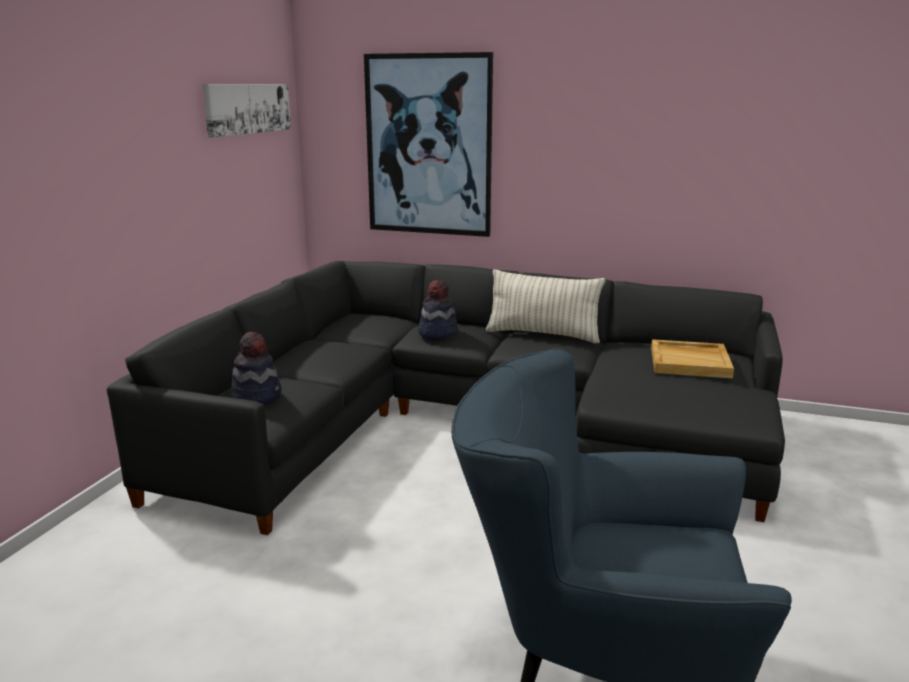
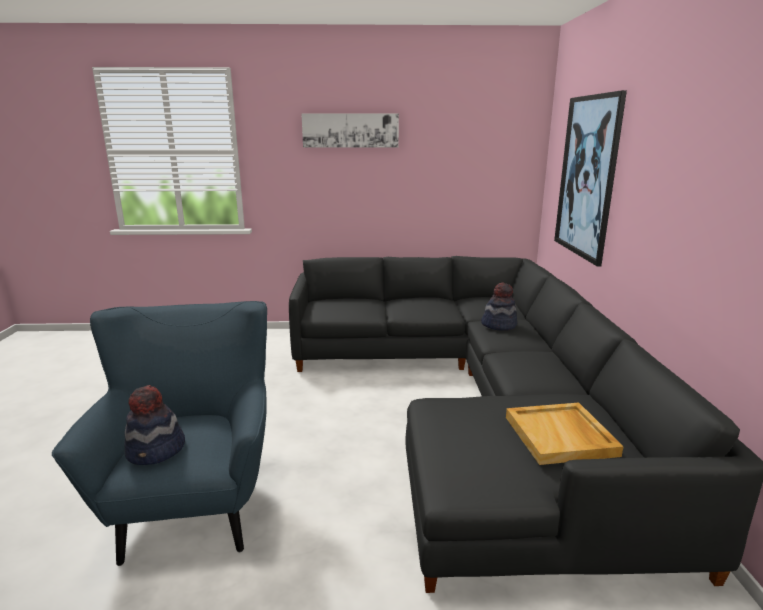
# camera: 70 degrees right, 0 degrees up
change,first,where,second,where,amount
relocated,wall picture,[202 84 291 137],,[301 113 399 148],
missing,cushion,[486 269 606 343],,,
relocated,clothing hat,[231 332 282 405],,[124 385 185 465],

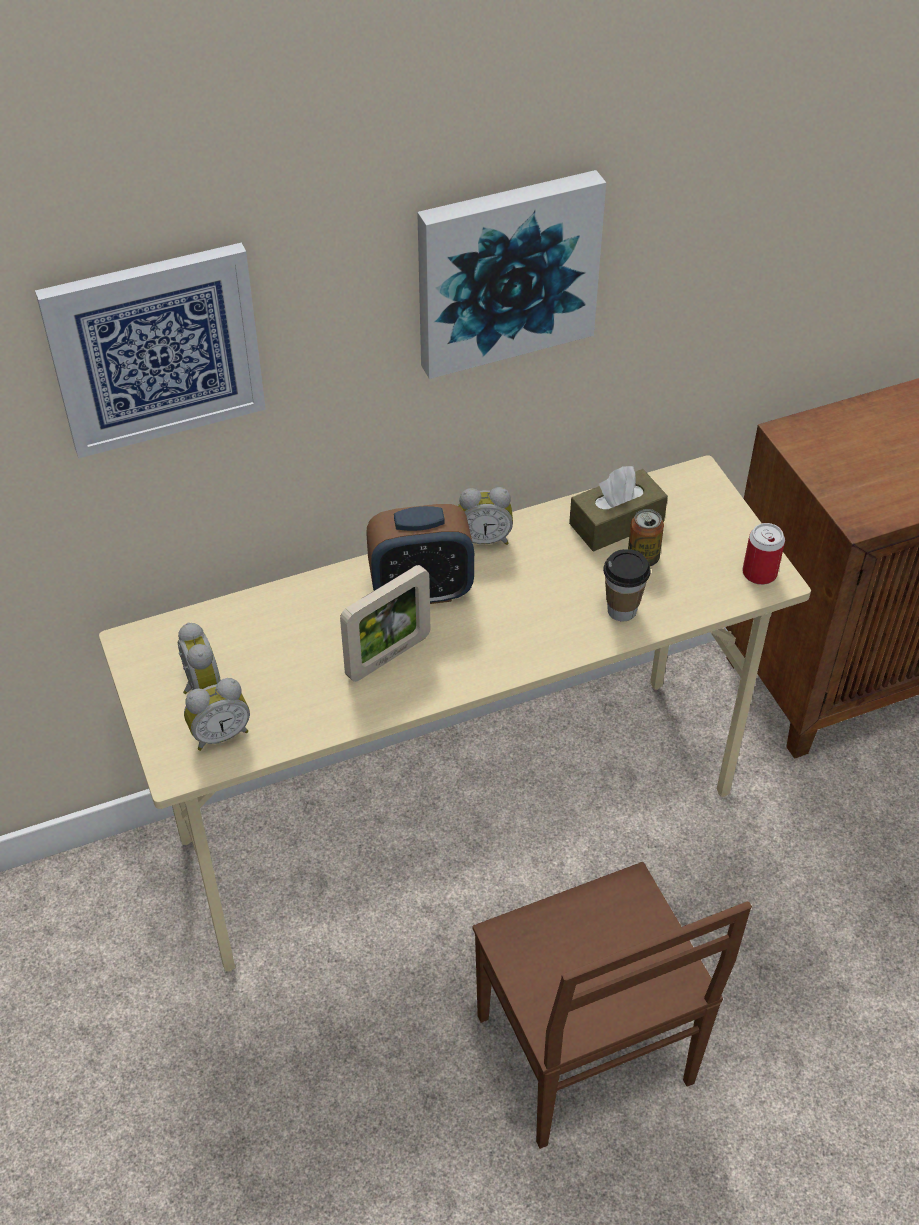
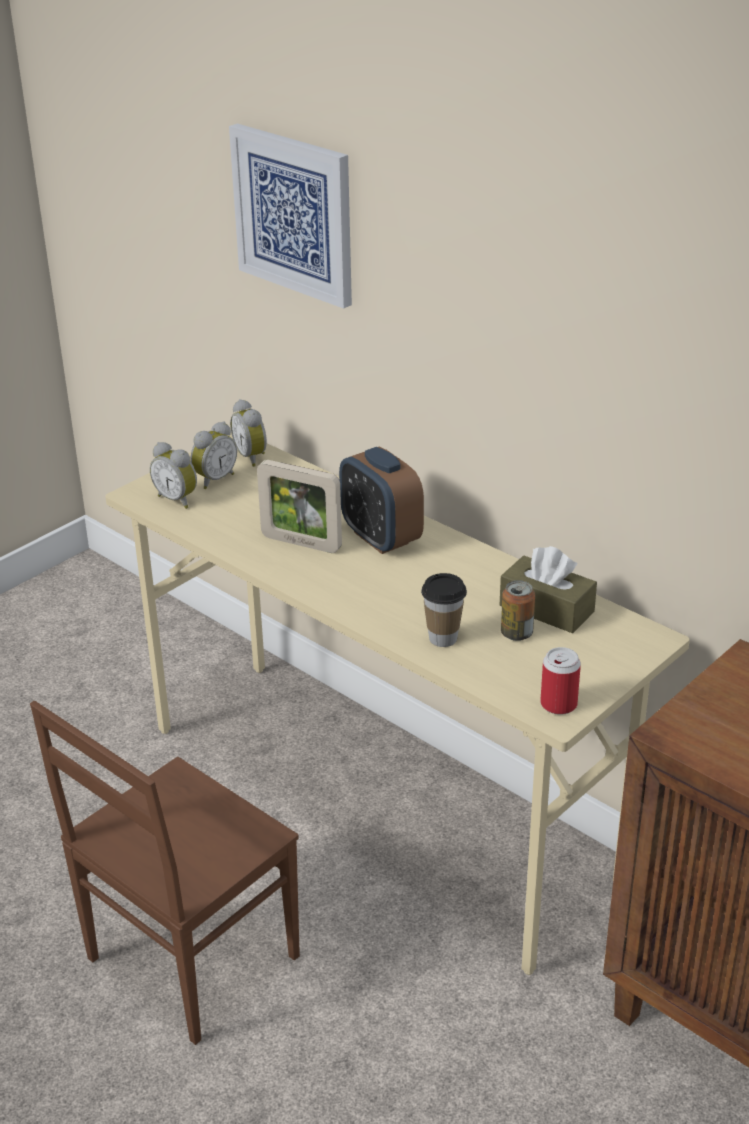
# camera: 65 degrees right, 15 degrees down
change,first,where,second,where,amount
missing,wall picture,[417 170 606 379],,,
relocated,table clock,[458 487 513 545],,[230 399 267 467],

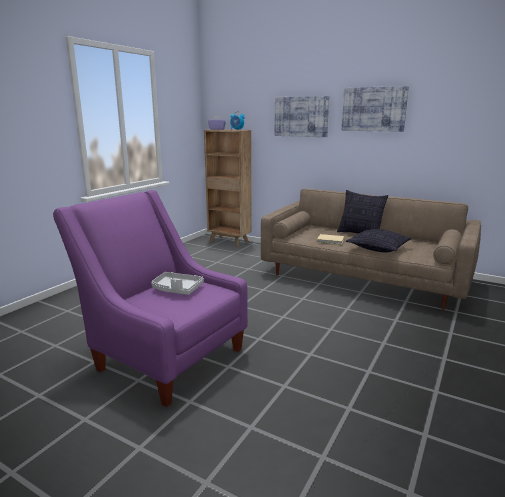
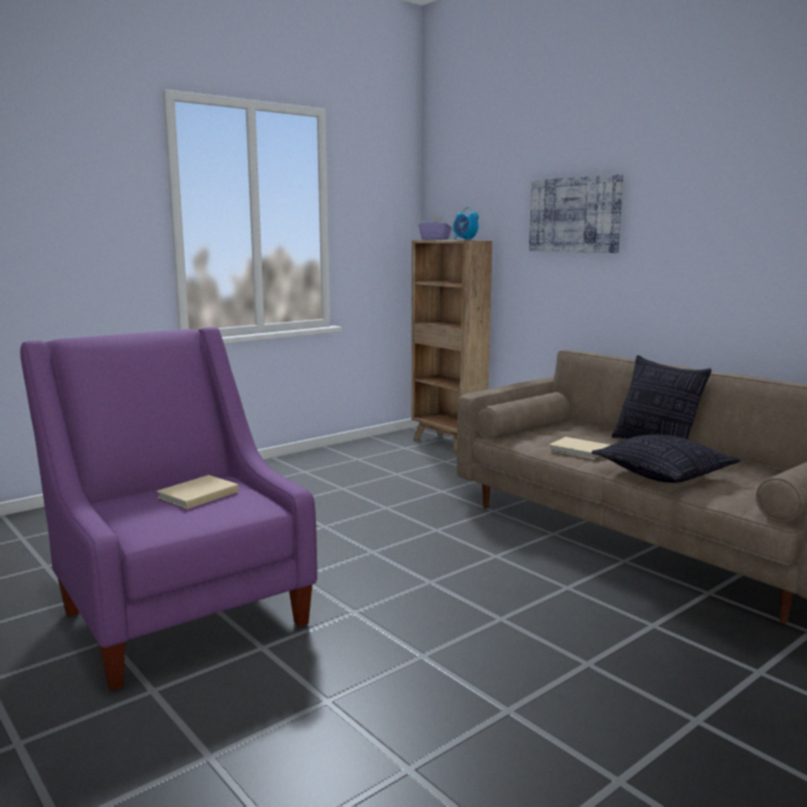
# camera: 20 degrees right, 5 degrees down
change,first,where,second,where,amount
missing,wall picture,[342 86 409 132],,,
exchanged,grey tray,[151 272 204 295],sand-coloured volume,[157 475 239 509],

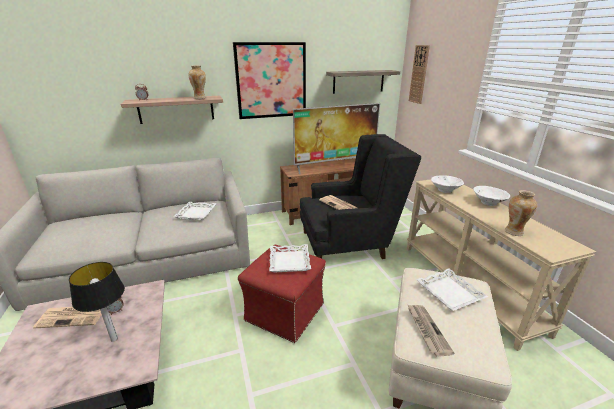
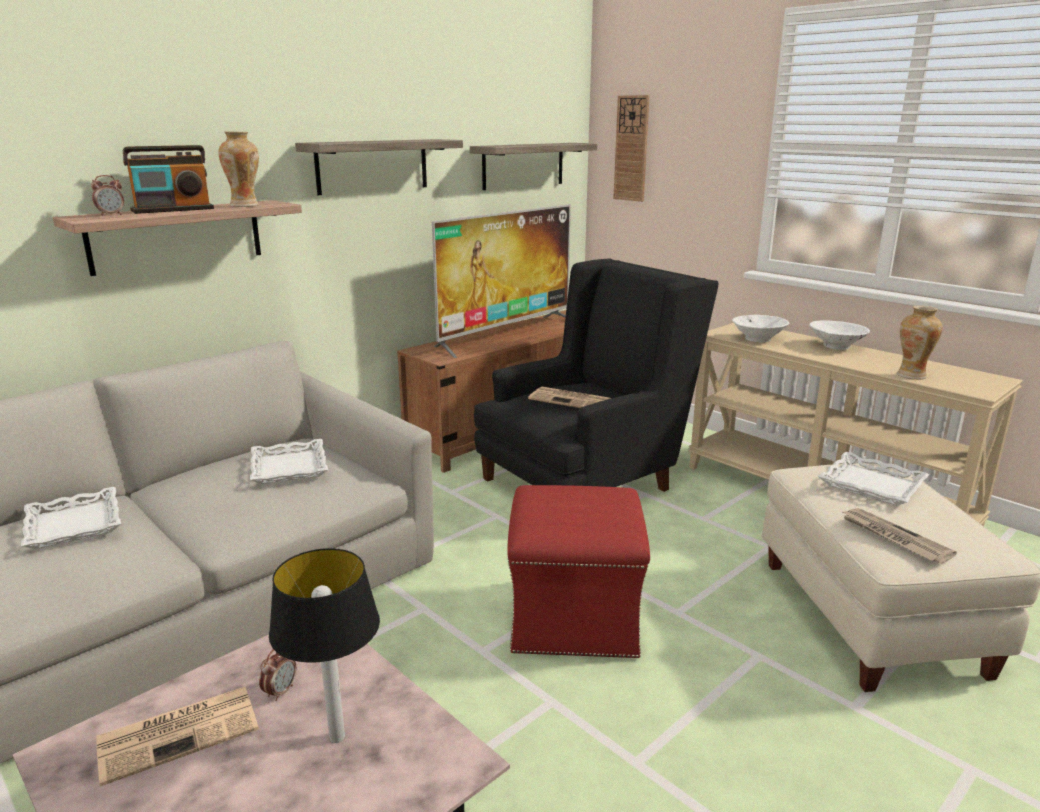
# camera: 25 degrees left, 5 degrees down
change,first,where,second,where,amount
exchanged,wall picture,[233 42 306 119],shelf,[295 139 463 195],
relocated,white tray,[269 244 311 272],,[21 487 121 549],
appeared,,,radio set,[123 145 214 214],

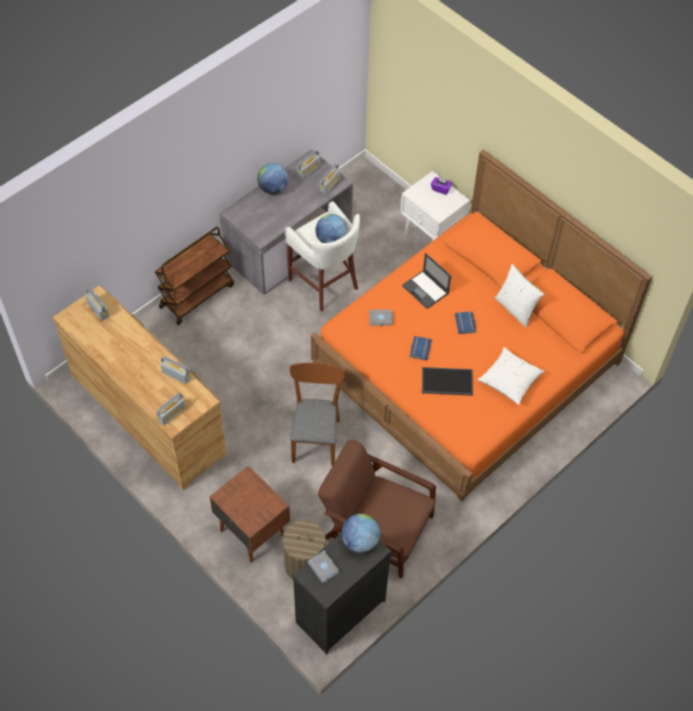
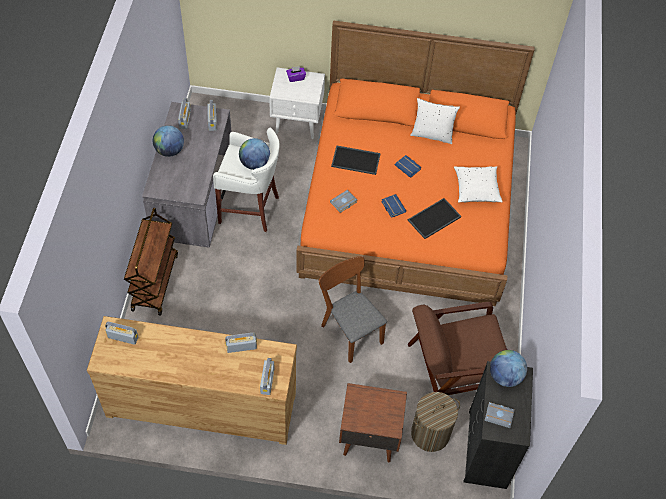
# camera: 40 degrees left, 0 degrees up
change,first,where,second,where,amount
exchanged,laptop,[402 253 451 309],tray,[331 145 381 175],

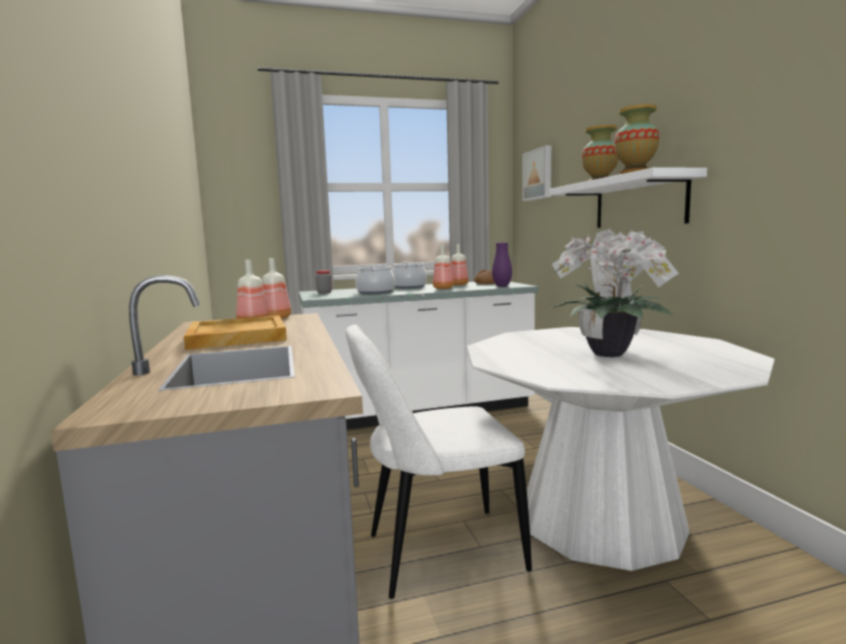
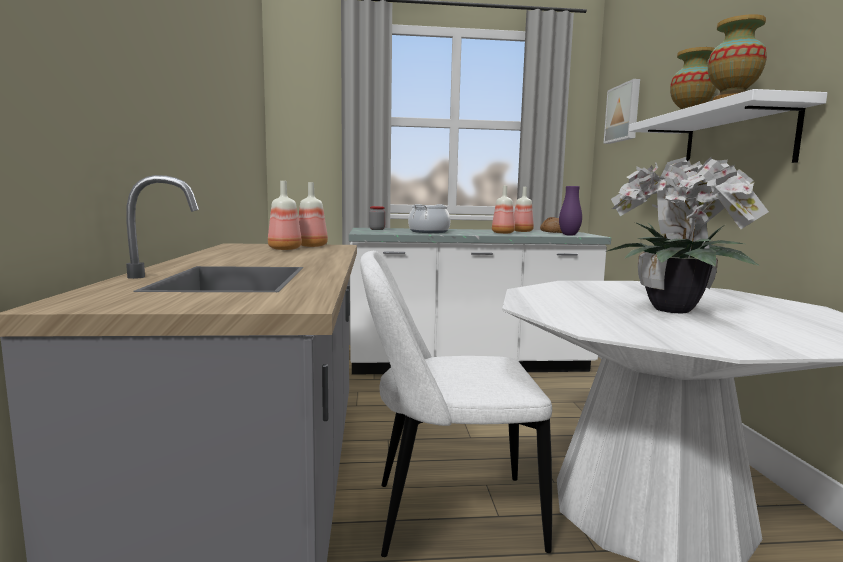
# camera: 10 degrees right, 0 degrees up
change,first,where,second,where,amount
missing,stockpot,[392 262 427 288],,,
missing,sand-coloured tray,[184 315 287 350],,,

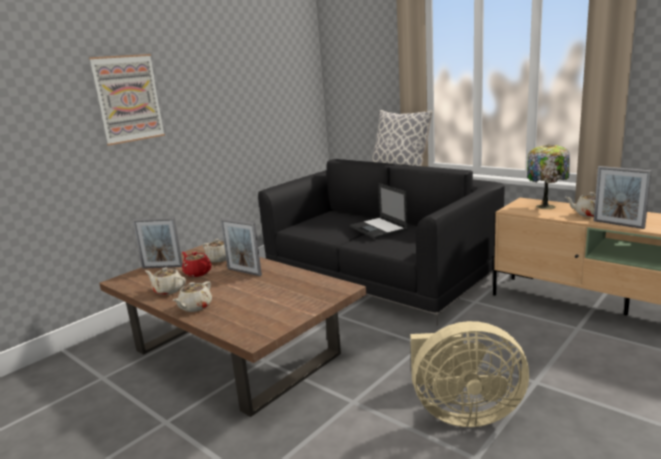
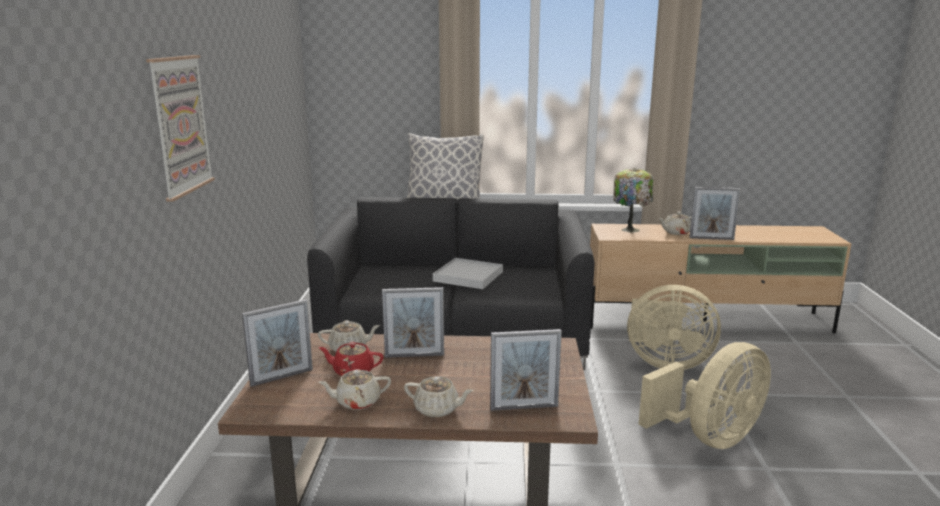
# camera: 40 degrees left, 0 degrees up
change,first,where,second,where,amount
exchanged,laptop,[350 183 408 239],white tray,[433 258 503 289],
spun,sand-coloured pot for tea,[173 281 212 312],,[404 376 474 418],60 degrees counterclockwise
appeared,,,sand-coloured fan,[627 285 721 370],
appeared,,,standing frame,[490 329 562 411],

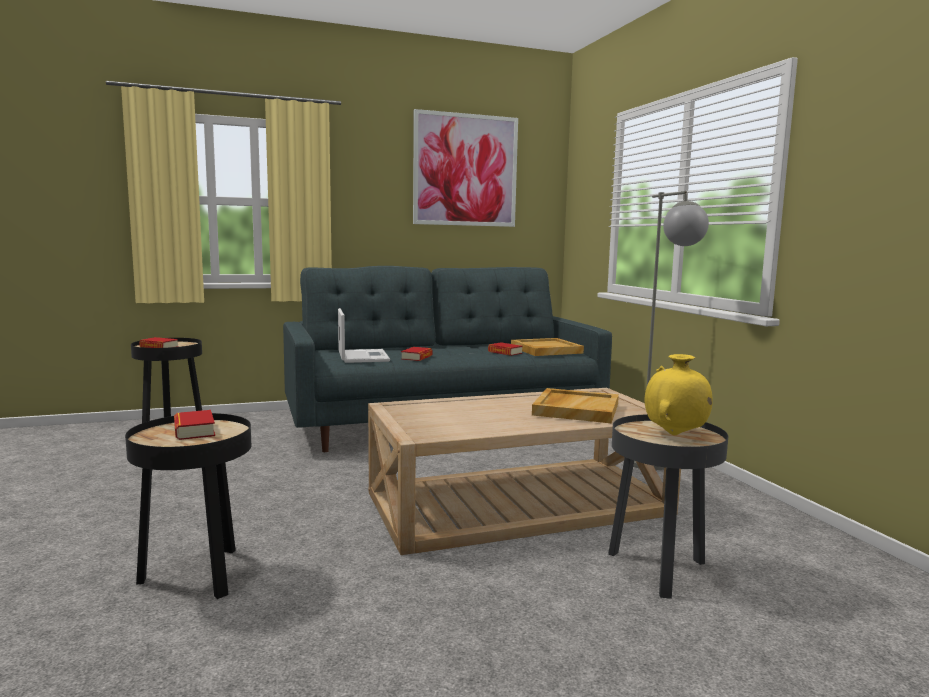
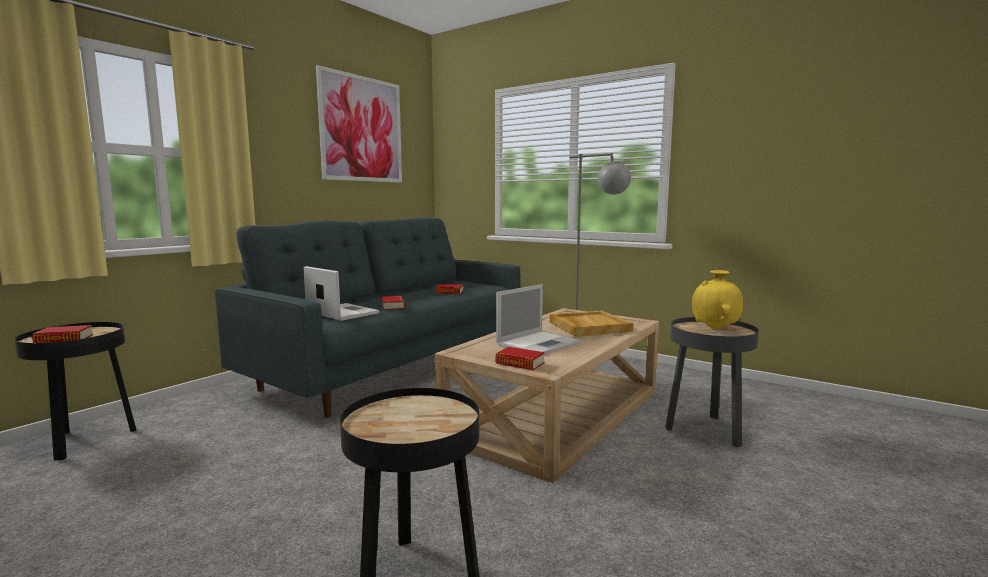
# camera: 35 degrees left, 0 degrees up
change,first,where,second,where,amount
missing,sand-coloured tray,[511 338 584 356],,,
relocated,volume,[174 410 215 440],,[495 347 545 370],
appeared,,,laptop,[496 284 581 354],

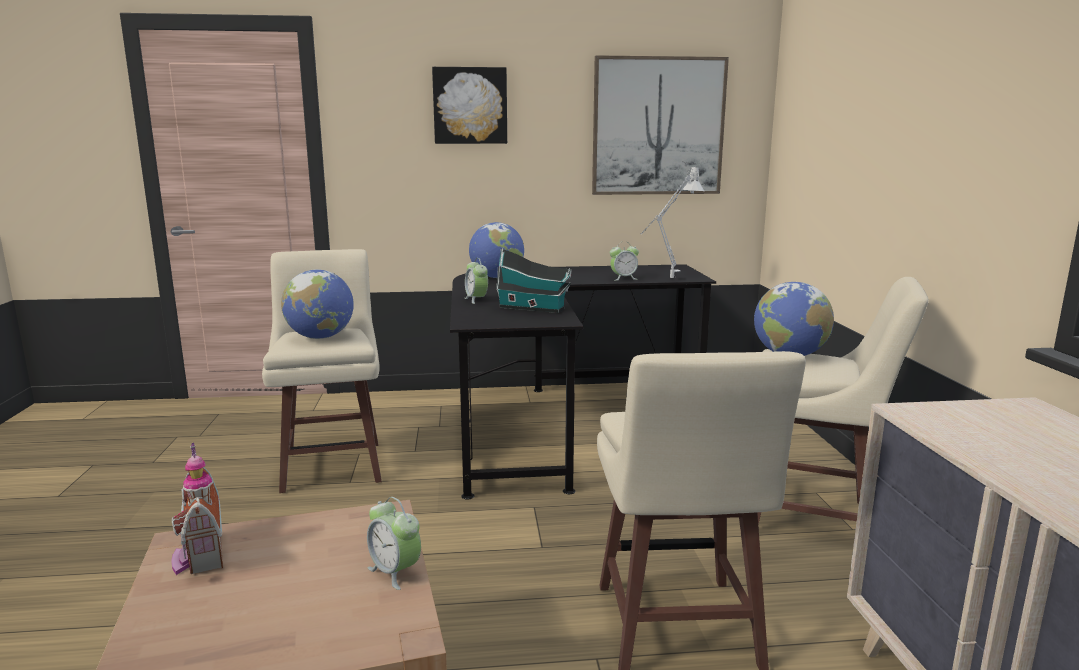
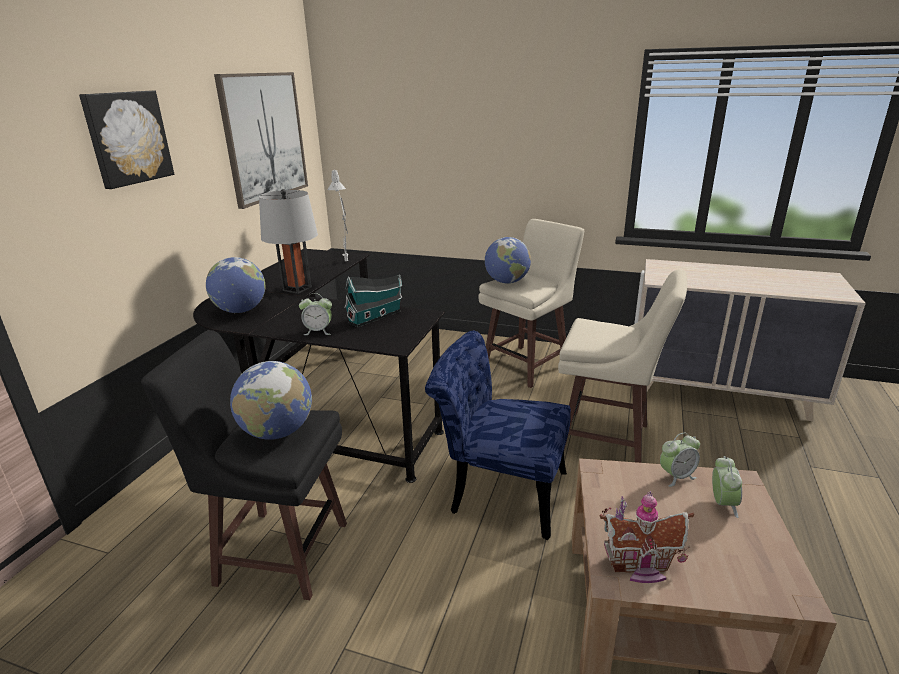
# camera: 65 degrees left, 10 degrees up
change,first,where,second,where,amount
relocated,table clock,[610 242 639 281],,[712 456 742 518],
colour,sand-coloured stool,[262 249 382 493],blackish stool,[141 330 347 600],
appeared,,,grey lamp for a table,[259 189 318 294],
appeared,,,bluish plain chair,[425 331 571 540],

